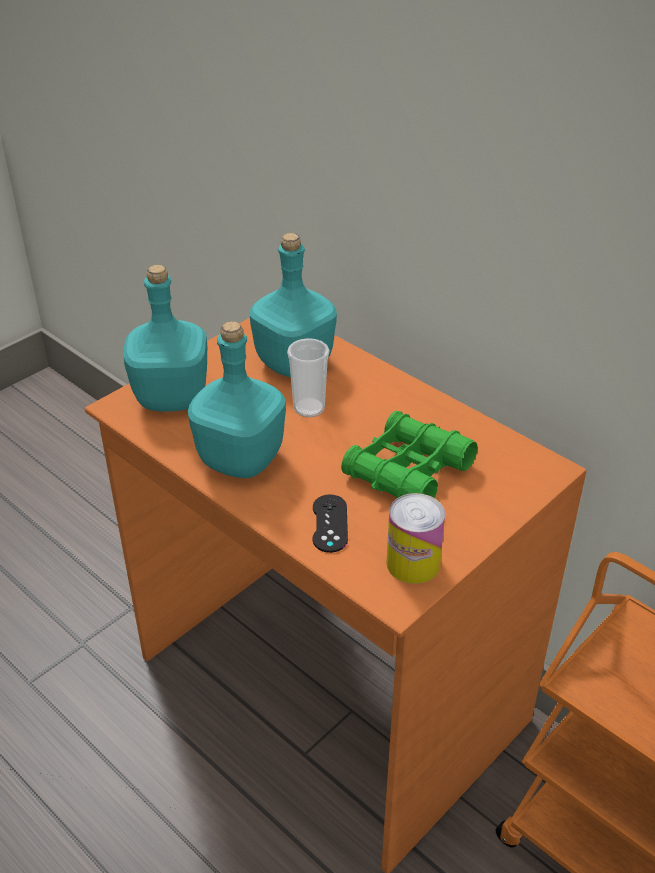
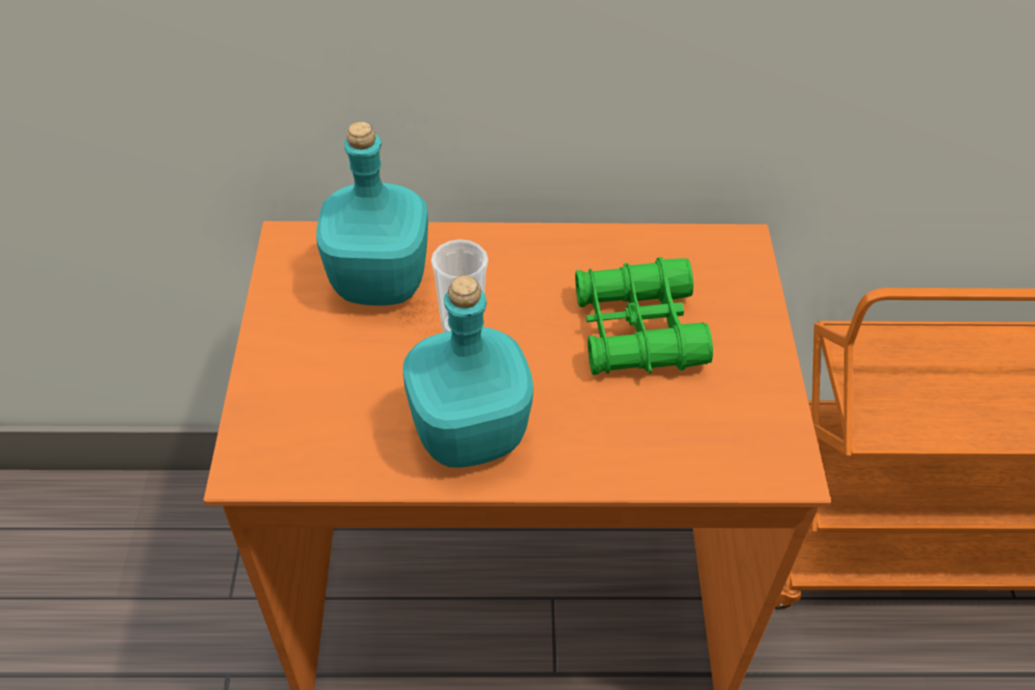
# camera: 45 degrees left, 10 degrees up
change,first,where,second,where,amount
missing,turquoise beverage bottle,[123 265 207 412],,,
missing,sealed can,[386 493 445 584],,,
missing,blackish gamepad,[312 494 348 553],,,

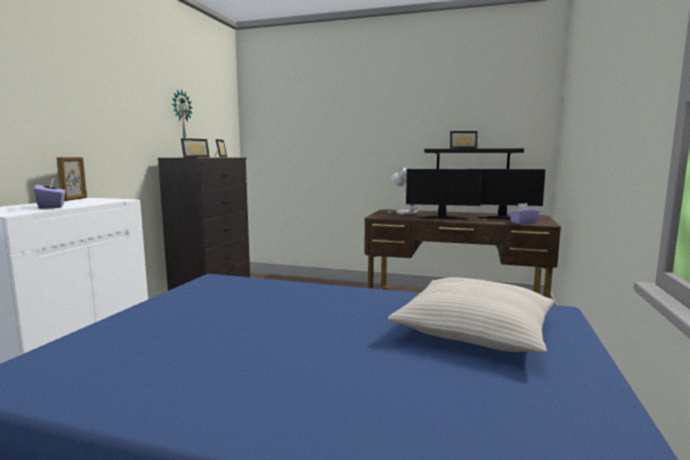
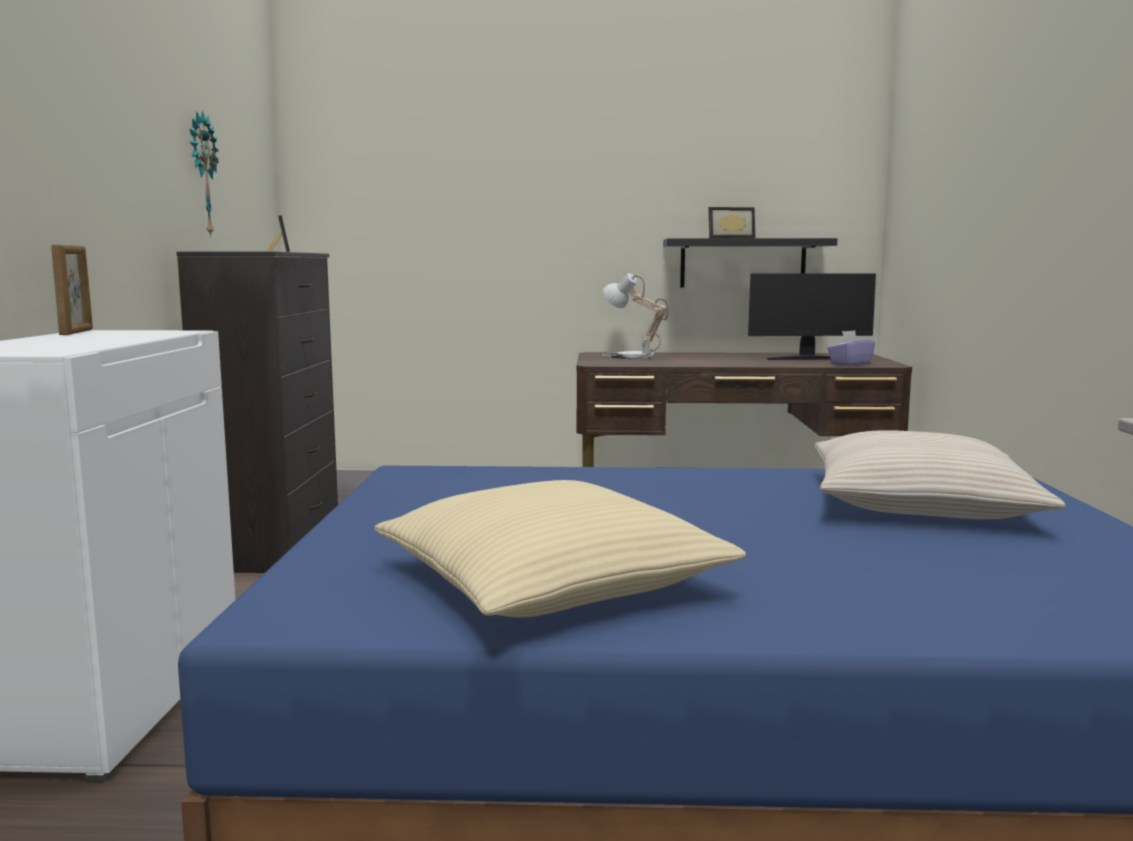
# camera: 15 degrees left, 0 degrees up
change,first,where,second,where,amount
missing,standing frame,[181 138 210 157],,,
missing,computer screen,[406 169 482 219],,,
missing,purple box of tissues,[34 178 66 209],,,
appeared,,,sand-coloured cushion,[375 480 746 617],

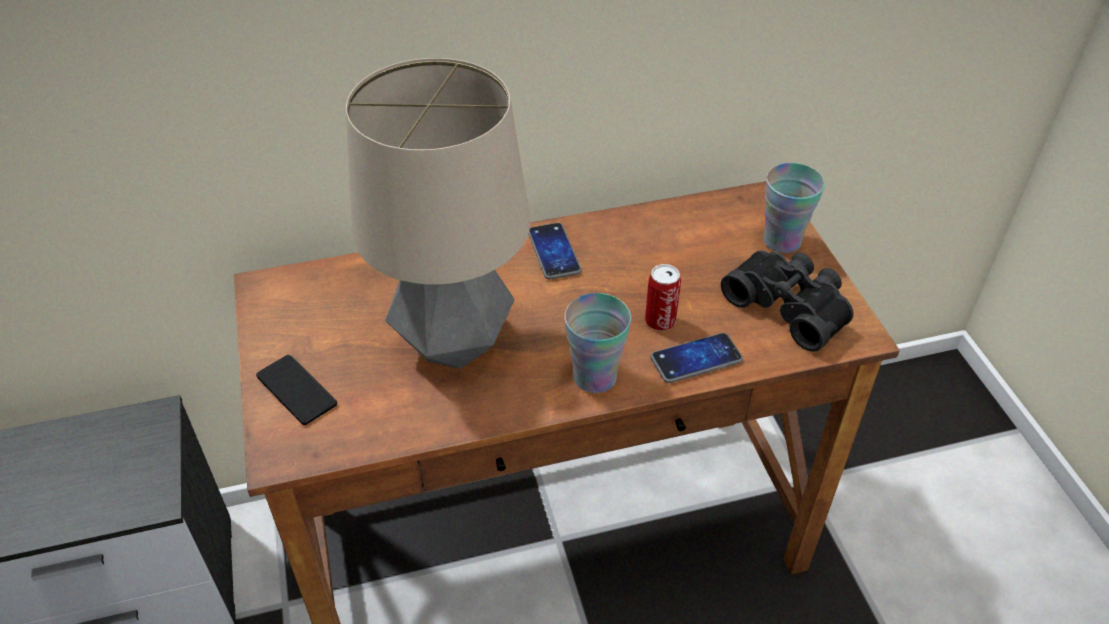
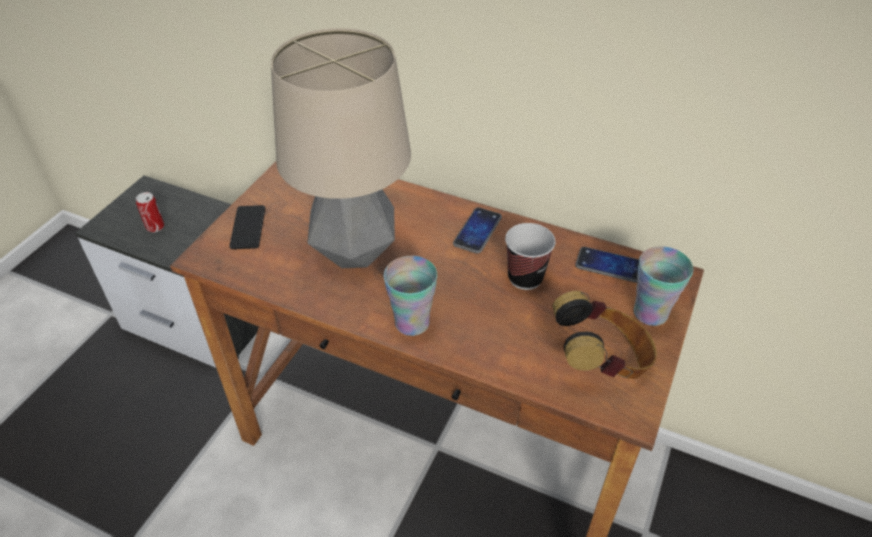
# camera: 40 degrees right, 0 degrees up
change,first,where,second,where,amount
exchanged,blackish pair of binoculars,[721 250 854 352],headset,[553 291 657 379],
relocated,sealed can,[645 264 681 331],,[136 192 164 232],
relocated,telephone,[650 333 743 383],,[575 247 639 283],
appeared,,,small cup,[505 223 555 290],

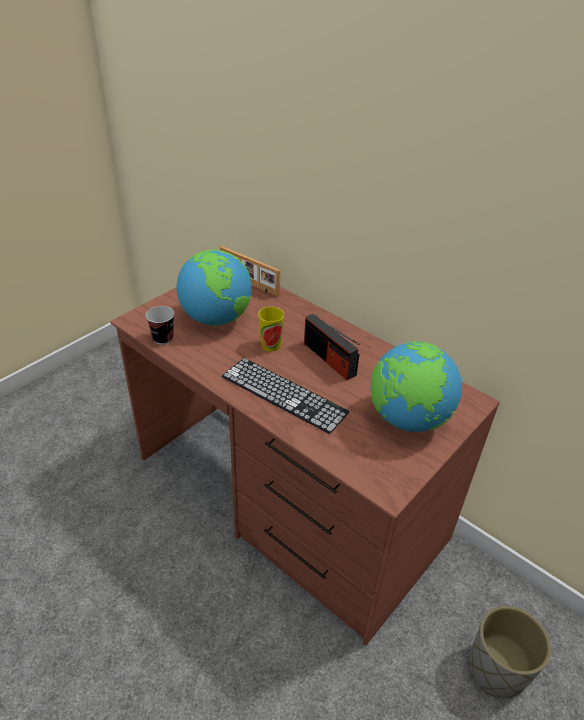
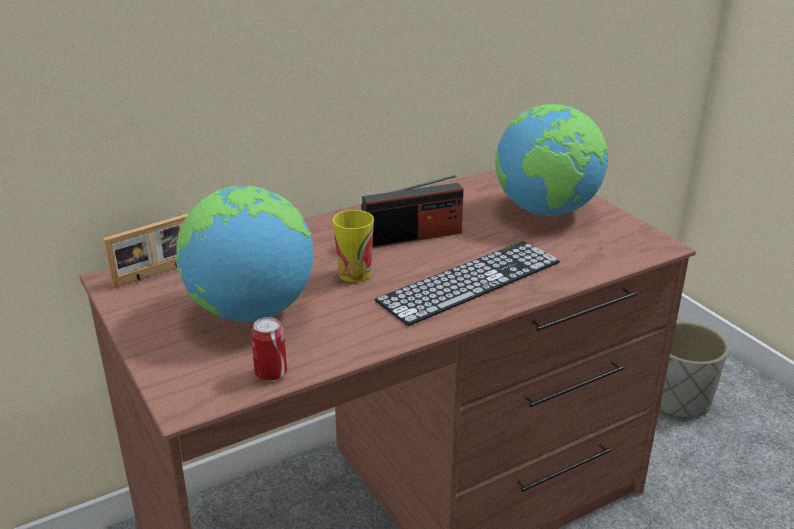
# camera: 70 degrees left, 10 degrees down
change,first,where,second,where,amount
exchanged,small cup,[146 306 174 345],sealed can,[251 317 287 381],

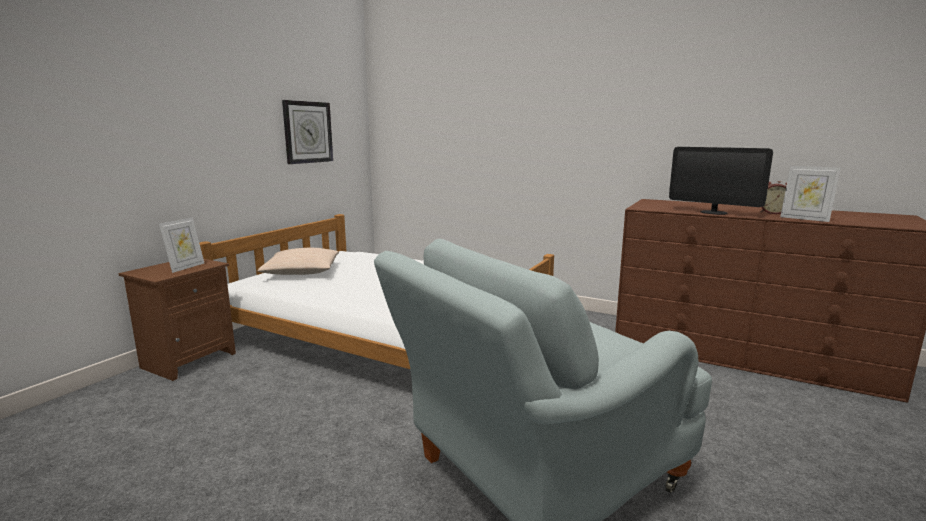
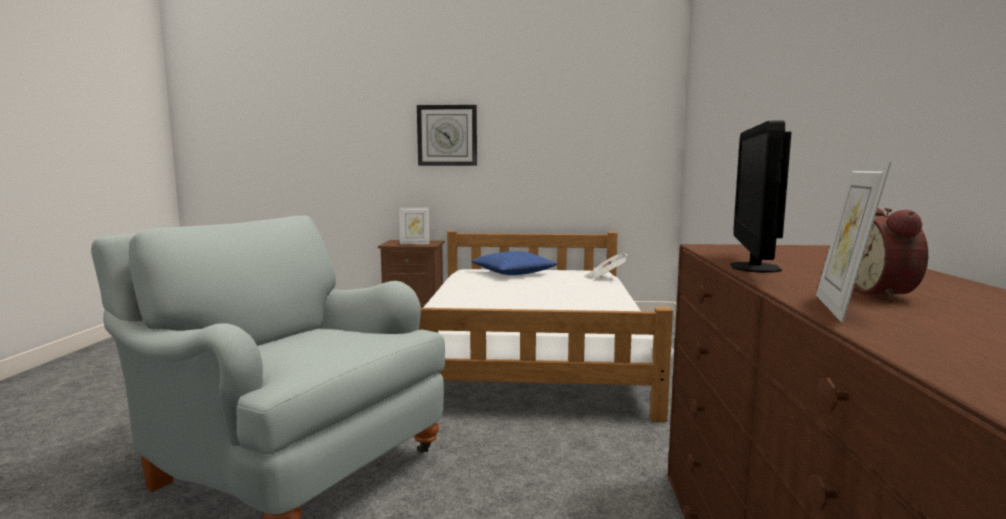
# camera: 65 degrees right, 5 degrees down
change,first,where,second,where,amount
relocated,wall clock,[282 100 333 164],,[417 105 477 166],
colour,sand-coloured cushion,[258 248 339 275],bluish cushion,[471 251 558 275],
appeared,,,newspaper,[583 253 627 278],

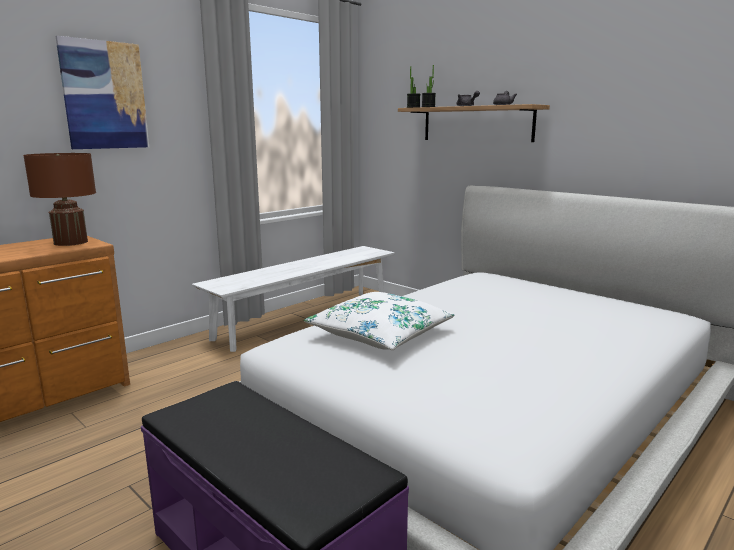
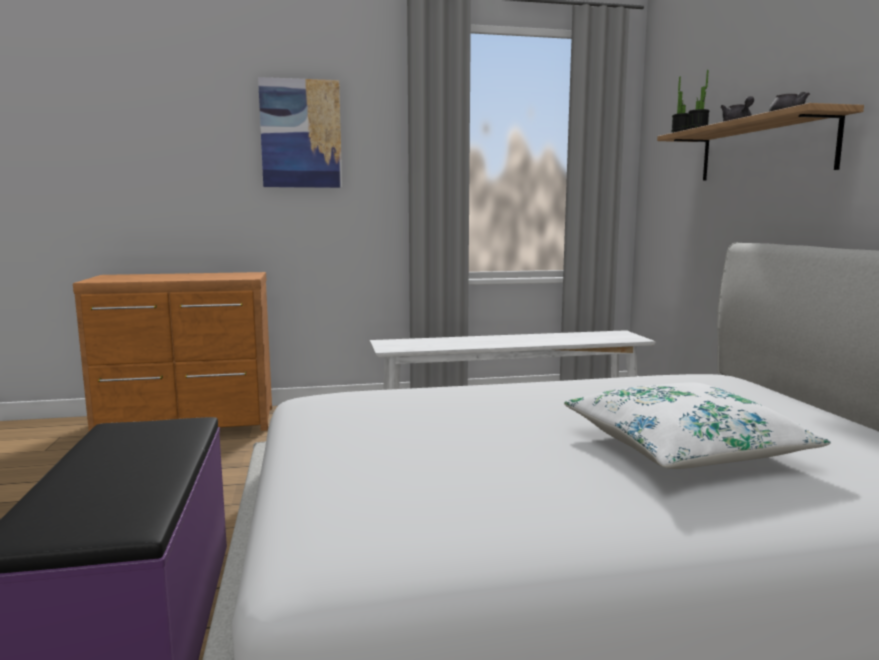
# camera: 35 degrees right, 5 degrees down
change,first,where,second,where,amount
missing,brown lamp for a table,[23 153 96 246],,,
relocated,white cushion,[304 292 454 350],,[564 382 831 469],

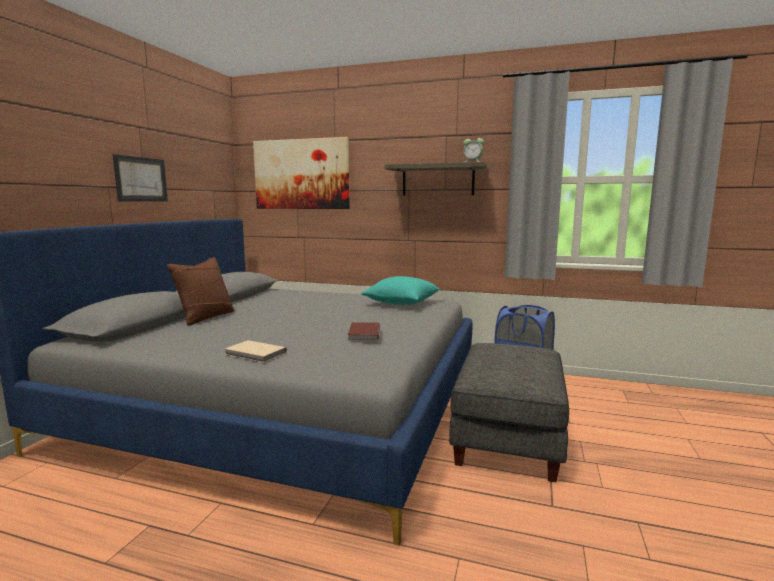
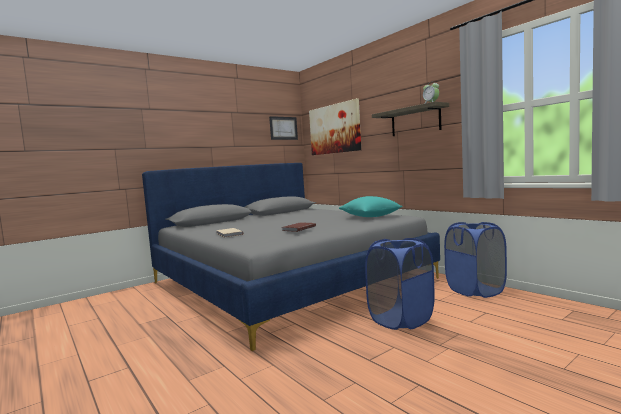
# camera: 35 degrees right, 5 degrees down
change,first,where,second,where,amount
relocated,wall picture,[113 154 168 202],,[269 116 298 140],
missing,brown cushion,[167 257 235 326],,,
exchanged,grey pouffe,[449 343 569 482],bluish laundry basket,[365 238 435 330],

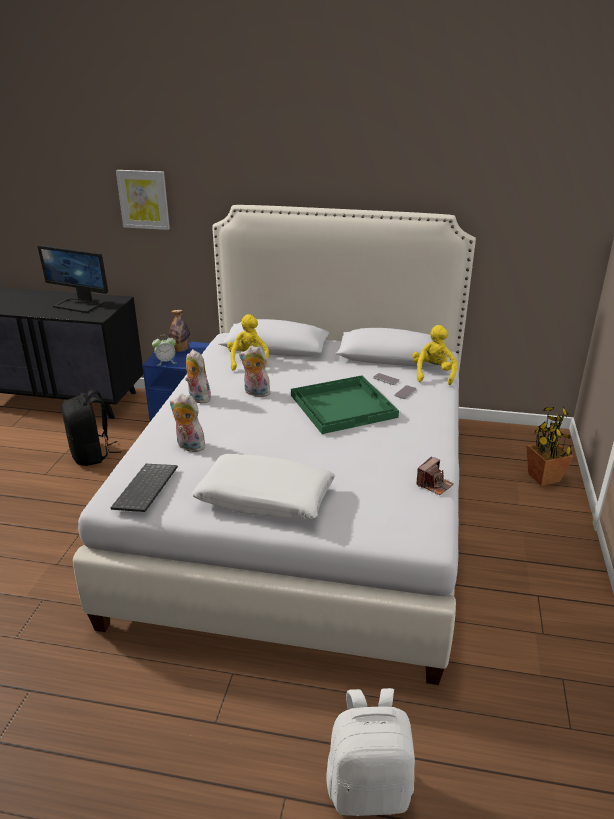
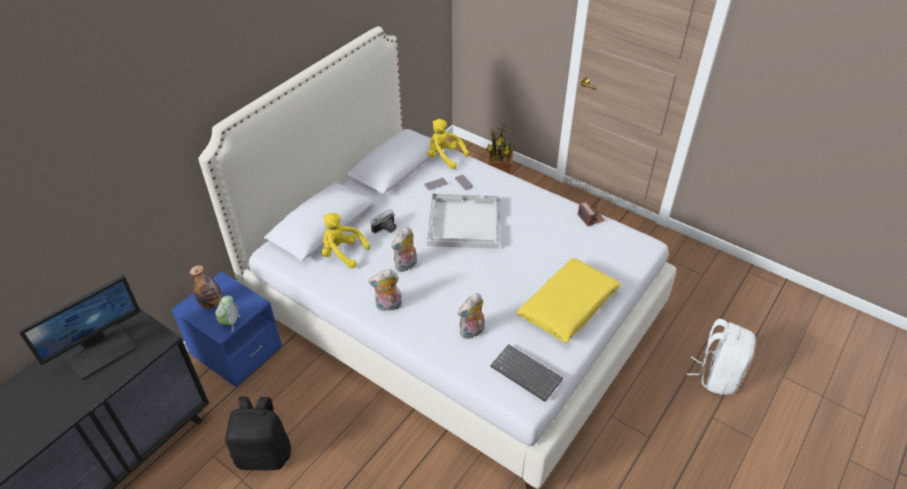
# camera: 65 degrees left, 15 degrees up
change,first,where,second,where,amount
missing,wall picture,[116 170 170 230],,,
colour,green-coloured tray,[291 375 399 434],white tray,[427 193 500 249],
colour,white cushion,[192 454 335 520],yellow cushion,[516 258 622 342],
appeared,,,photo camera,[371 209 397 233],

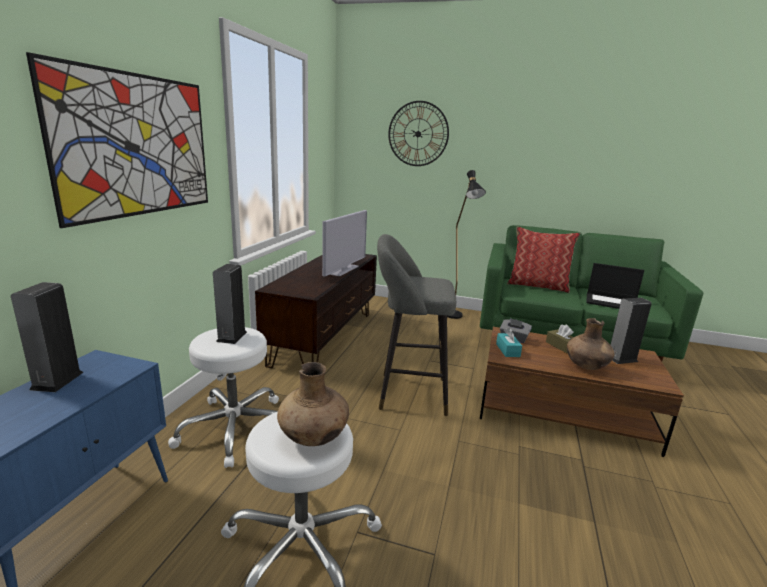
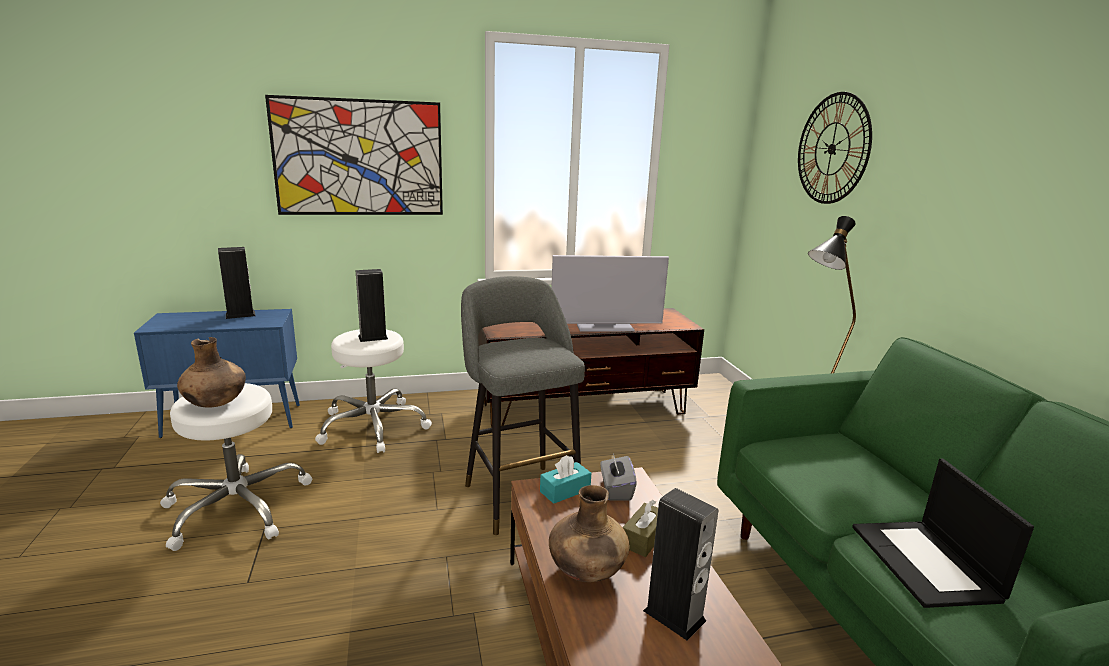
# camera: 60 degrees right, 0 degrees up
change,first,where,second,where,amount
missing,cushion,[507 227 580 293],,,

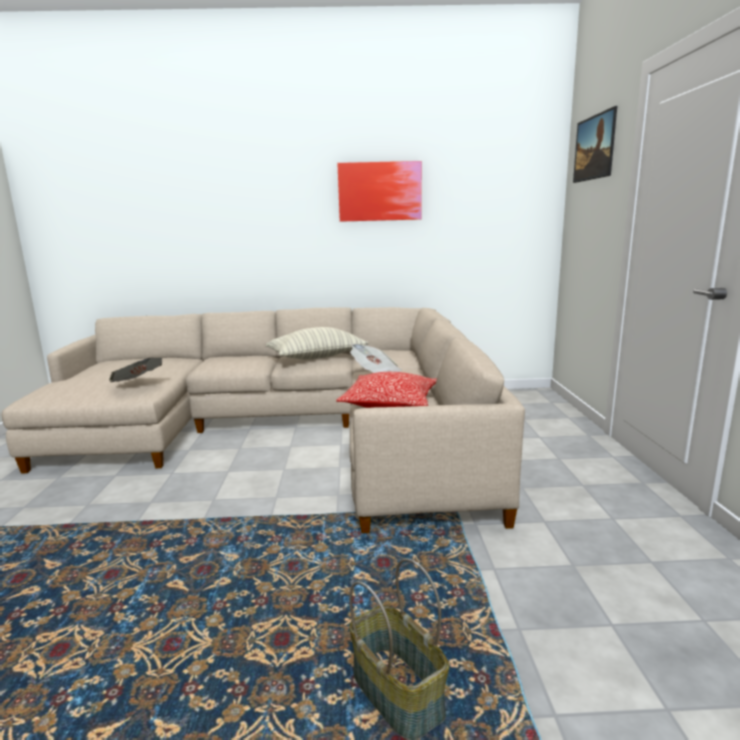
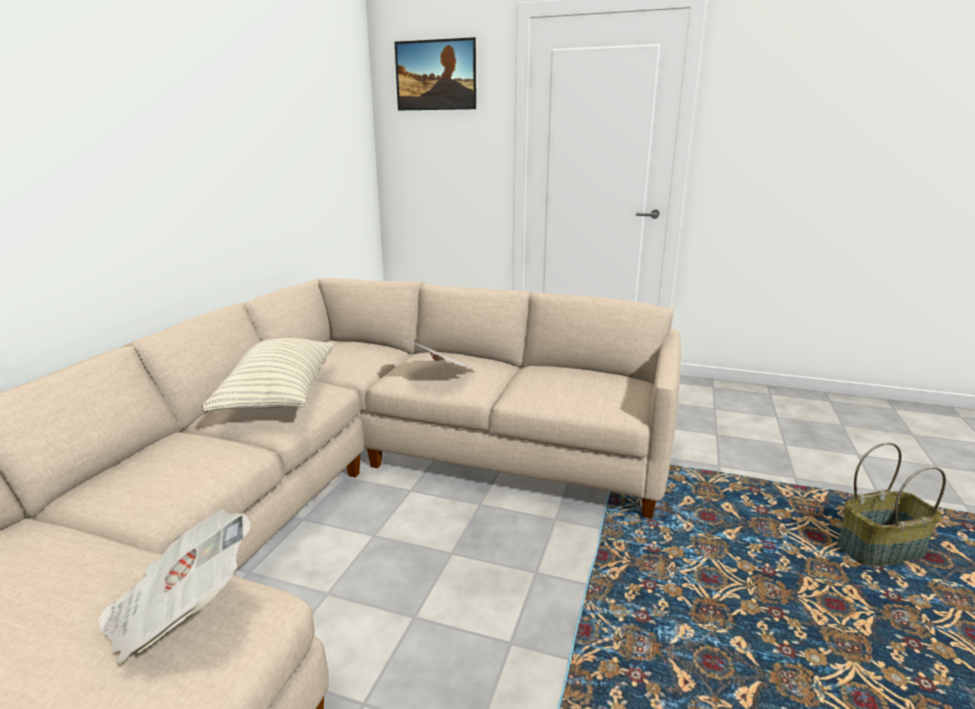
# camera: 70 degrees left, 5 degrees up
change,first,where,second,where,amount
missing,wall picture,[337 161 422 222],,,
missing,cushion,[336 372 437 408],,,

